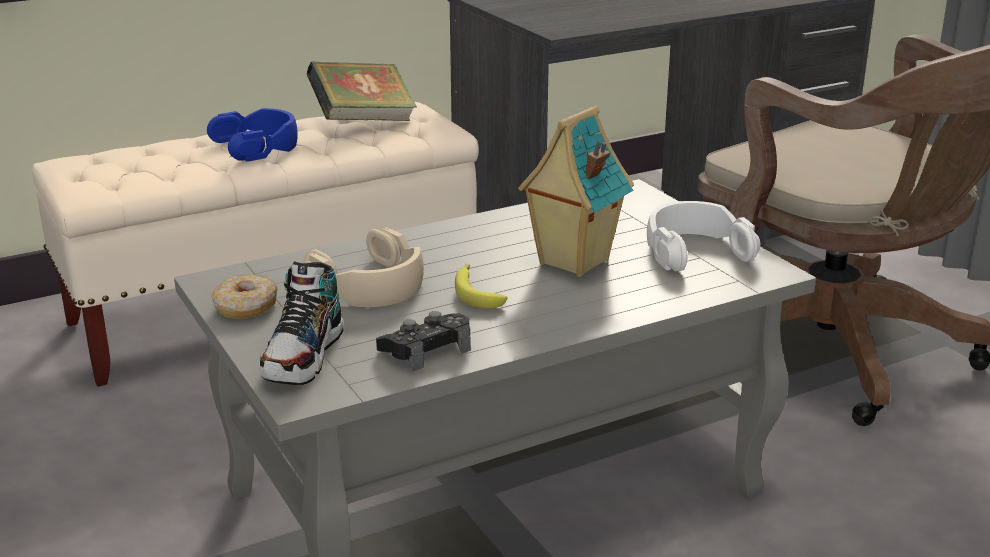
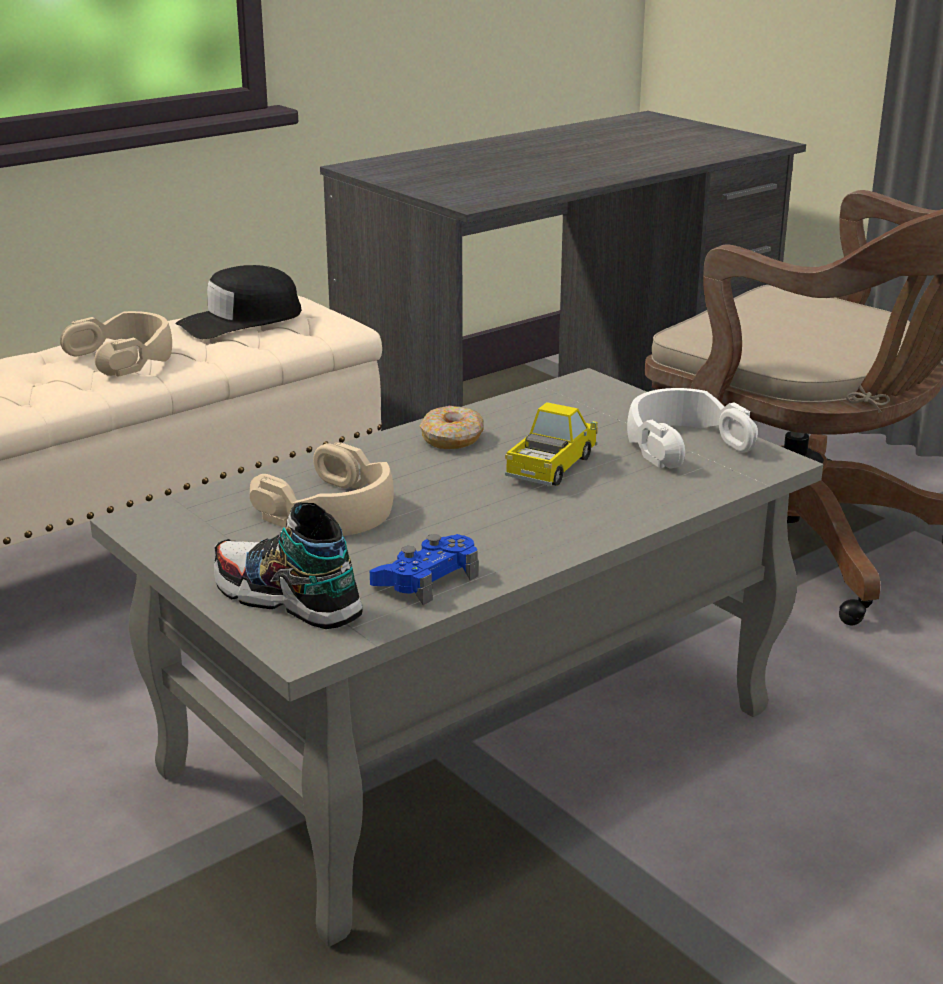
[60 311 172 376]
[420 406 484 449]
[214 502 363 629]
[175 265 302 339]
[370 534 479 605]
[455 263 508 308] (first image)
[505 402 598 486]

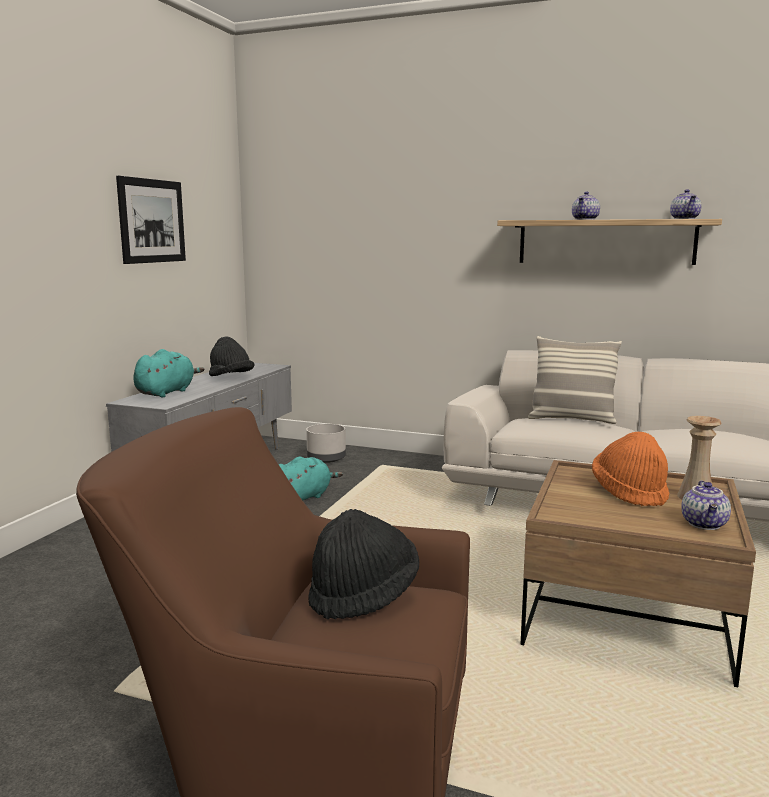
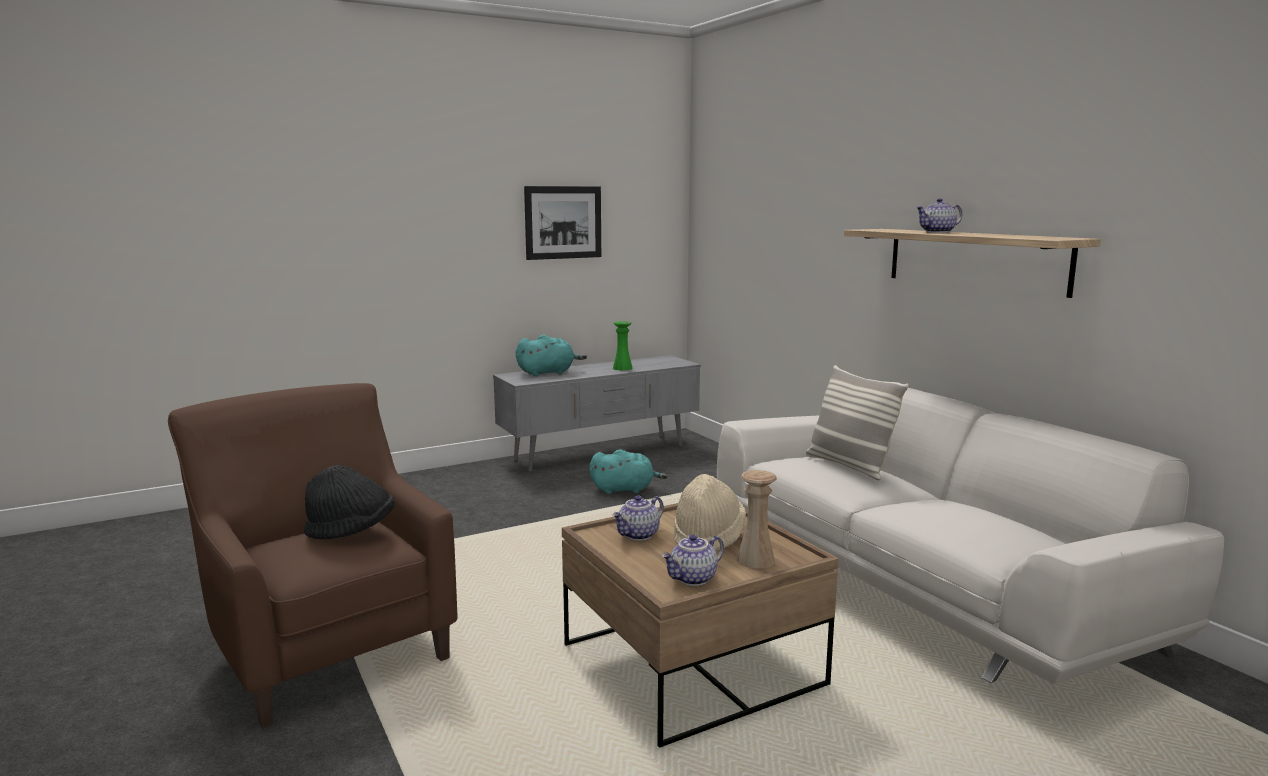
[613 321 633 370]
[306 424 346 463] (first image)
[674 474 746 551]
[612 495 664 541]

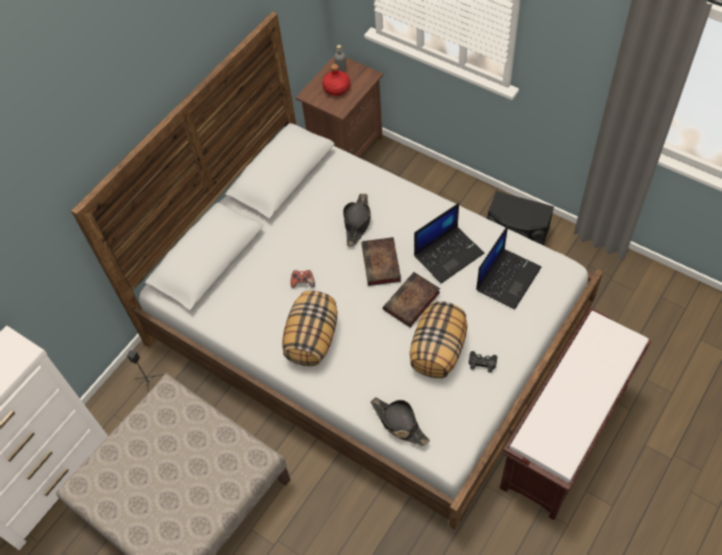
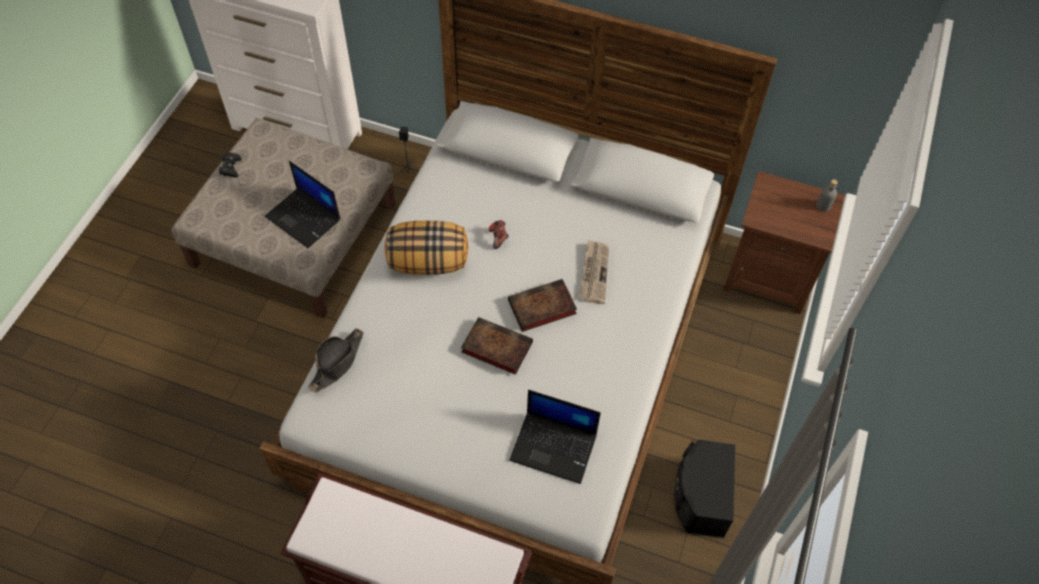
[322 64 350 96] (first image)
[580 240 609 304]
[410 301 467 378] (first image)
[265 161 341 248]
[219 152 241 178]

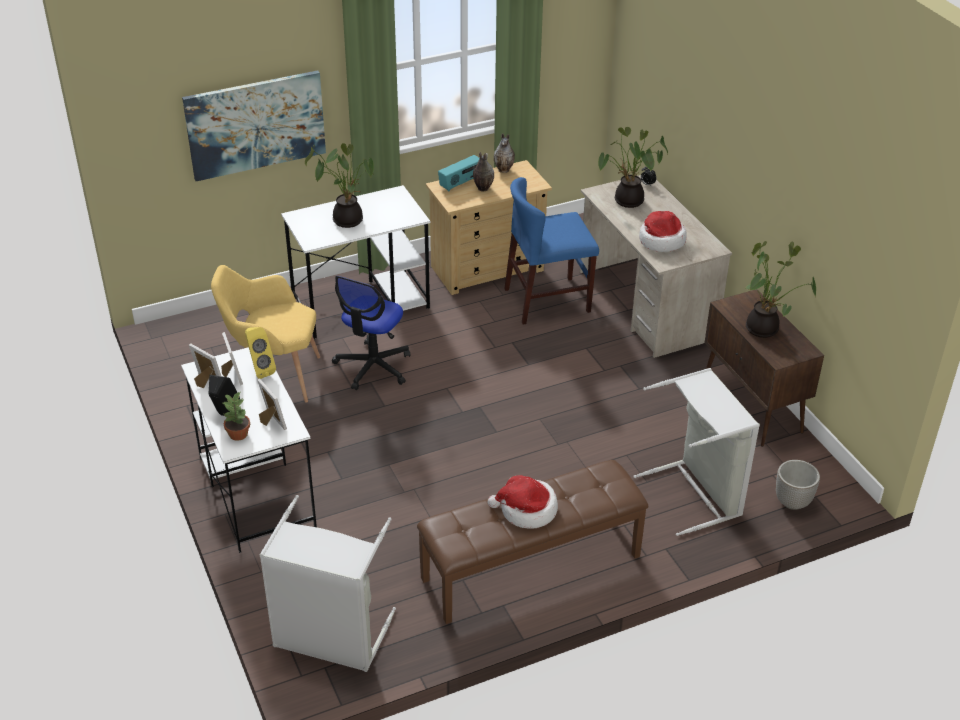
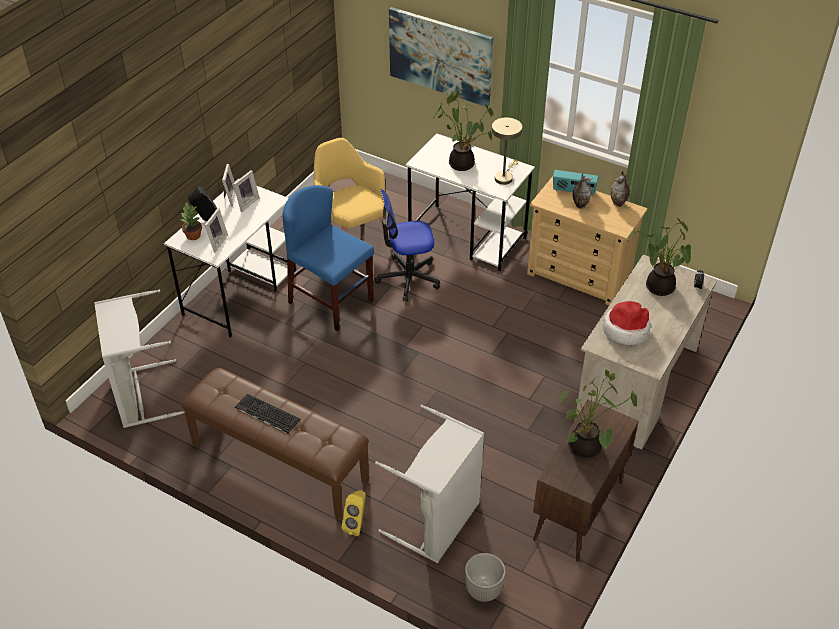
[342 490 366 536]
[235 393 301 434]
[283 185 374 331]
[492 117 522 185]

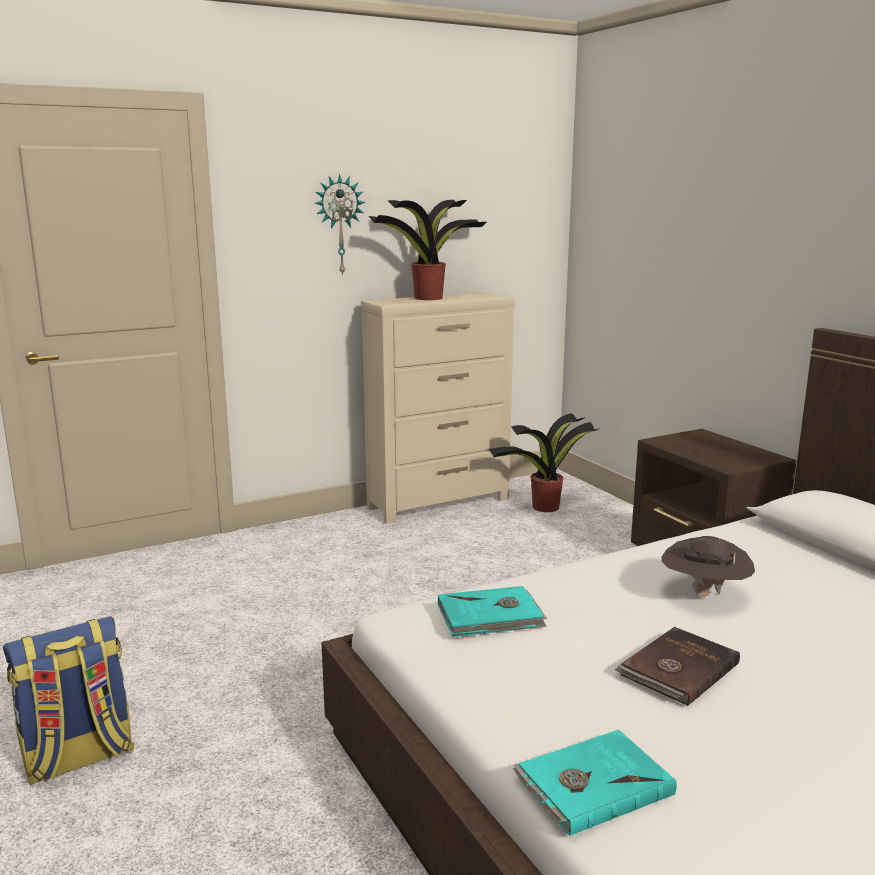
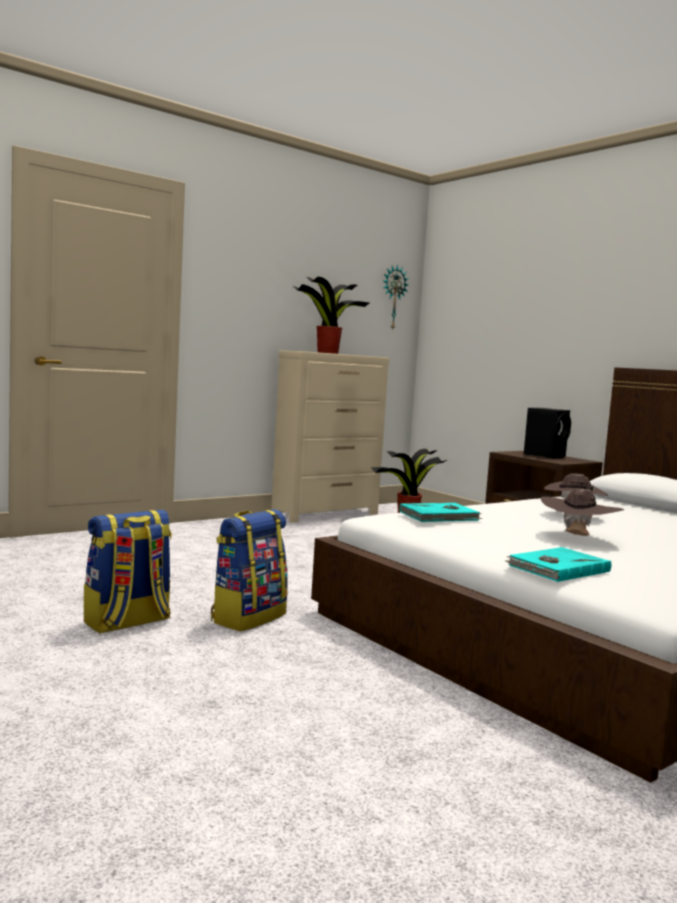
[383 264 408 329]
[541 488 624 536]
[211 509 288 631]
[524 408 571 458]

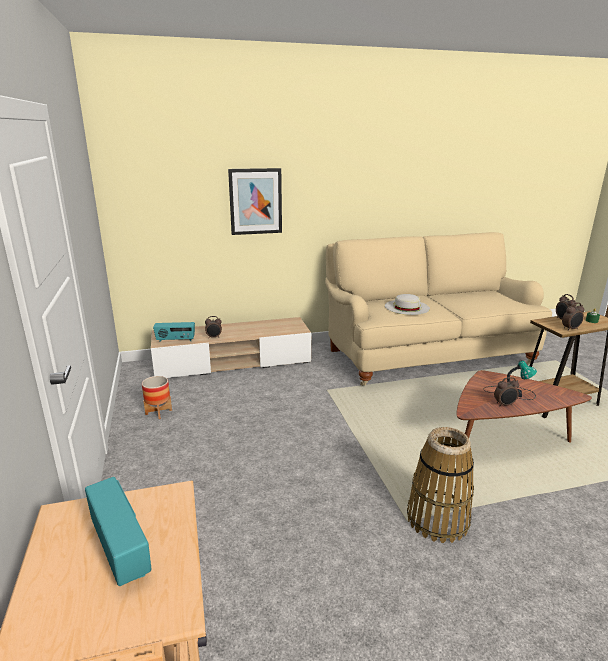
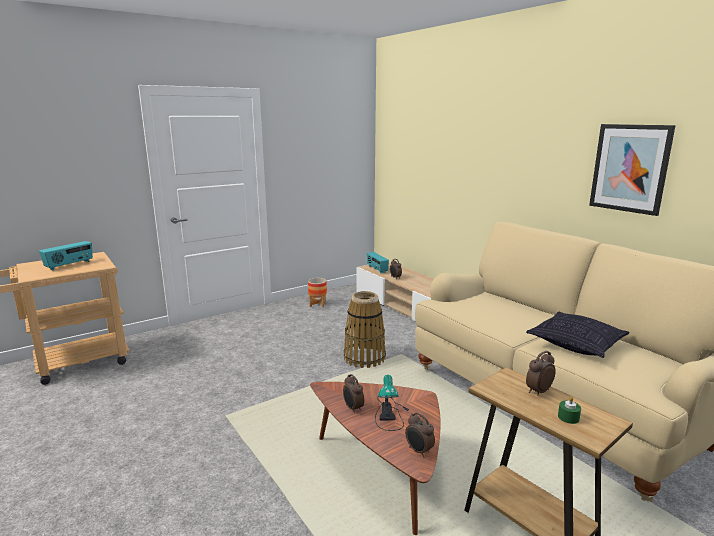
[589 124 676 216]
[385 294 430 315] (first image)
[344 291 386 368]
[405 412 435 457]
[526 312 630 358]

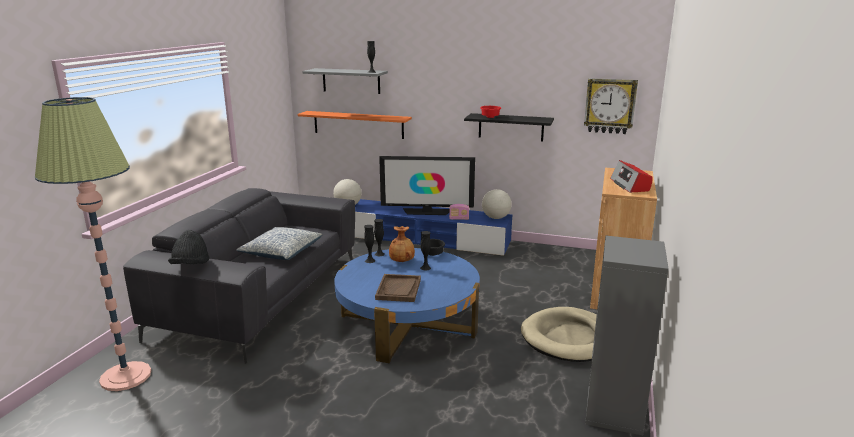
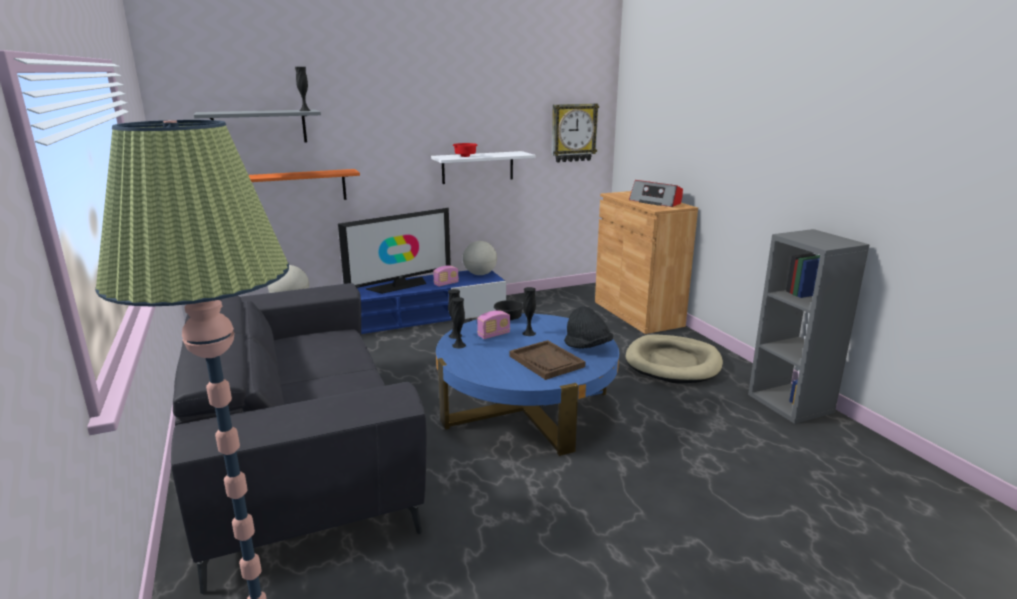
[565 306 613 349]
[236 227 323 260] (first image)
[477 310 510 339]
[431 151 536 184]

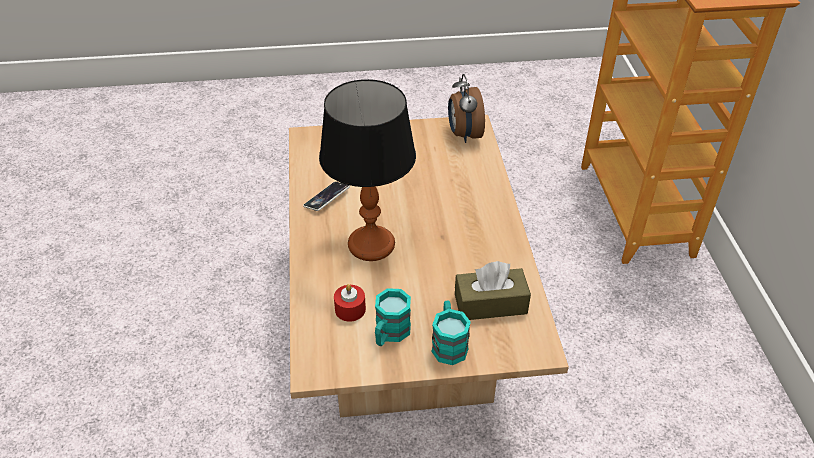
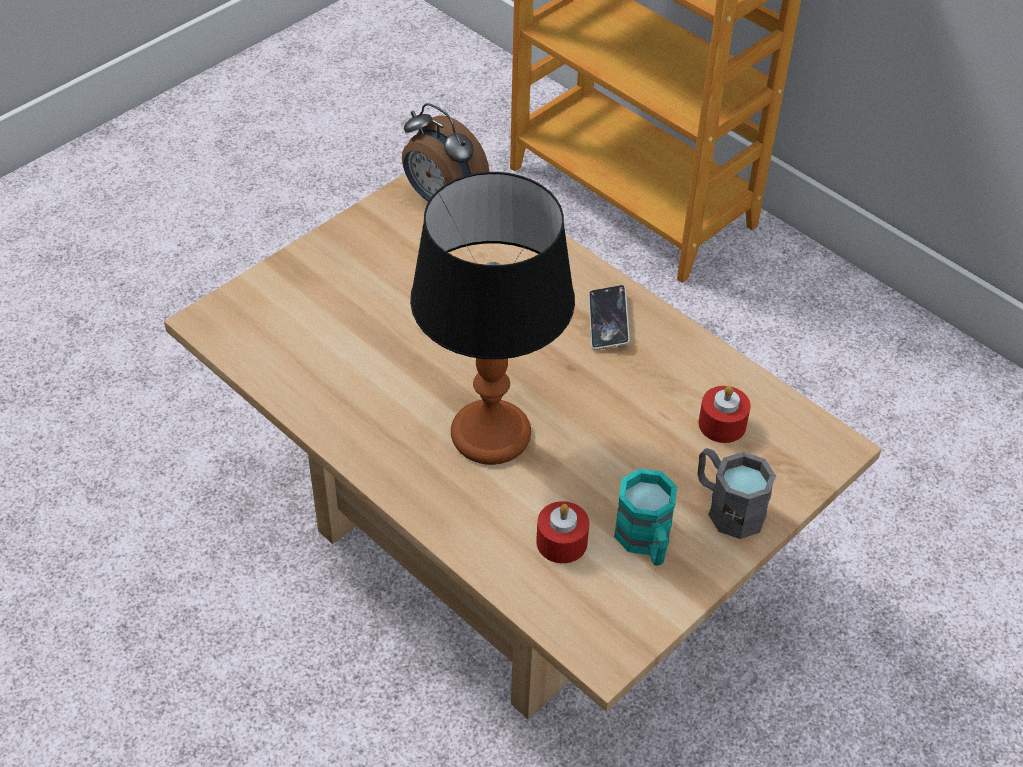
[589 285 630 350]
[698 448 776 539]
[699 386 751 443]

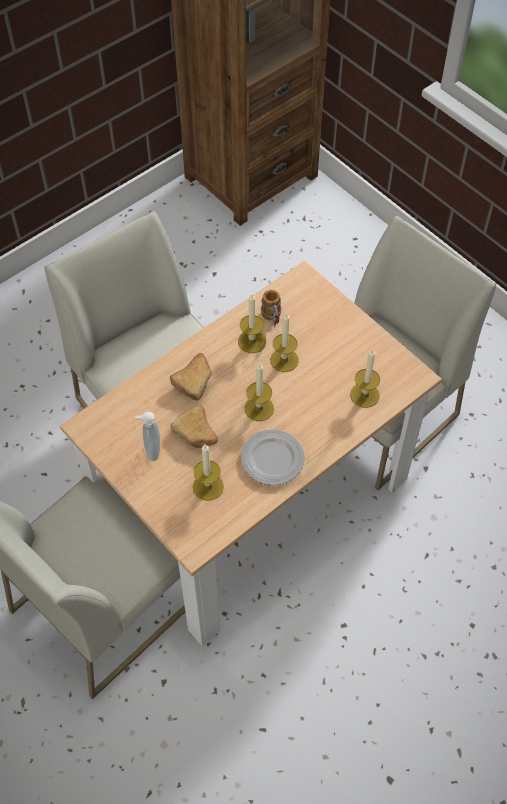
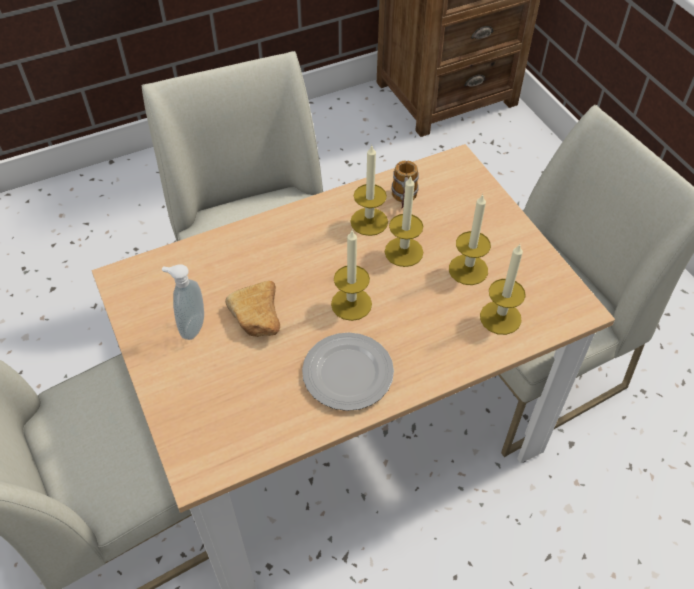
[170 353 212 401] (first image)
[449 195 491 285]

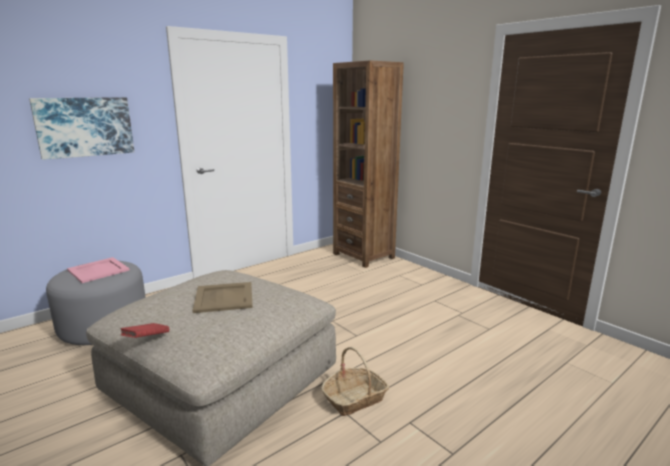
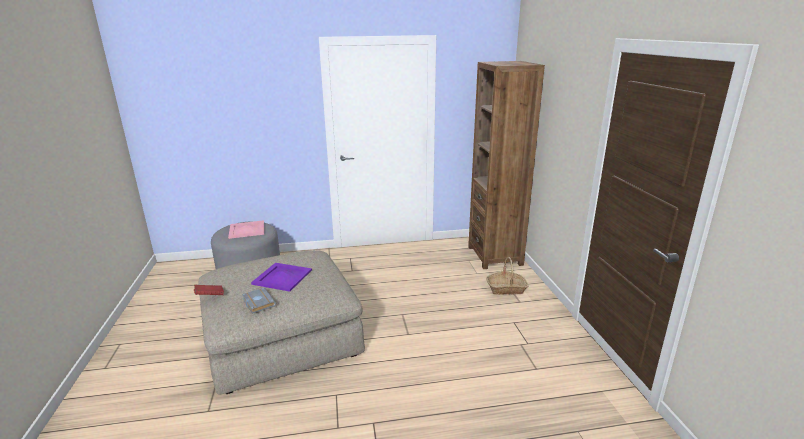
[29 97 134 160] (first image)
[251 263 312 292]
[486 257 528 295]
[242 288 276 314]

